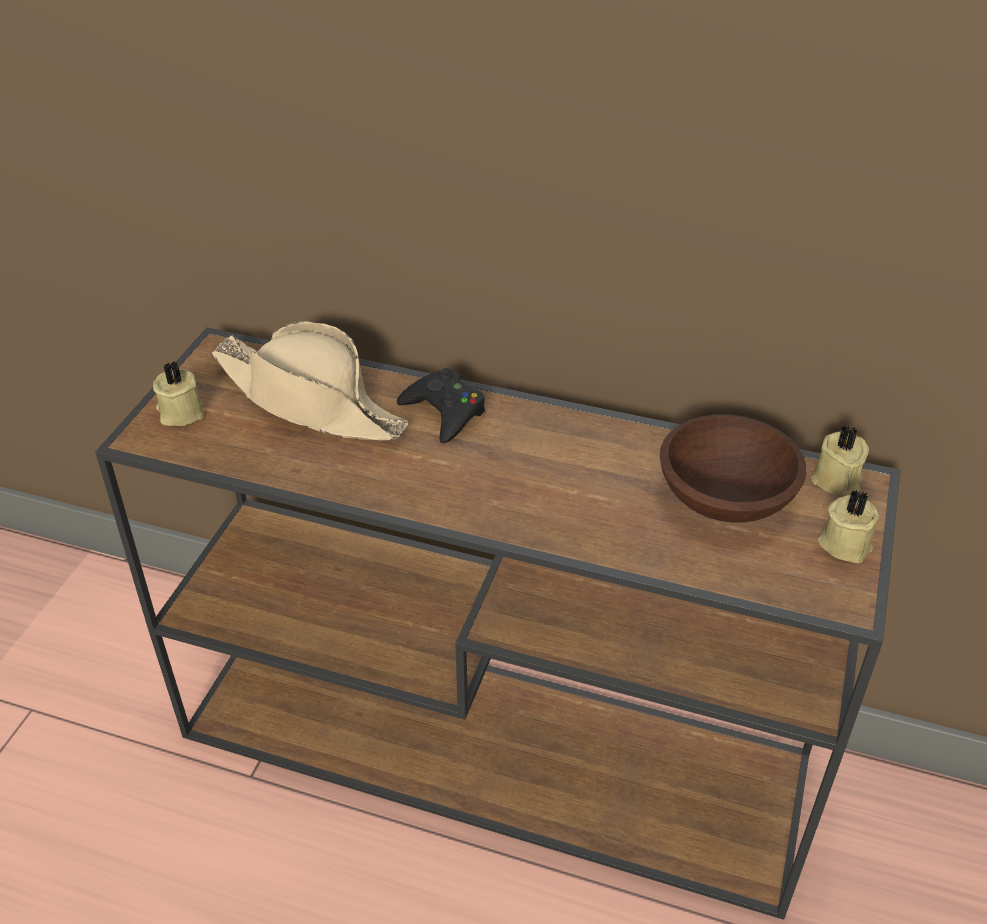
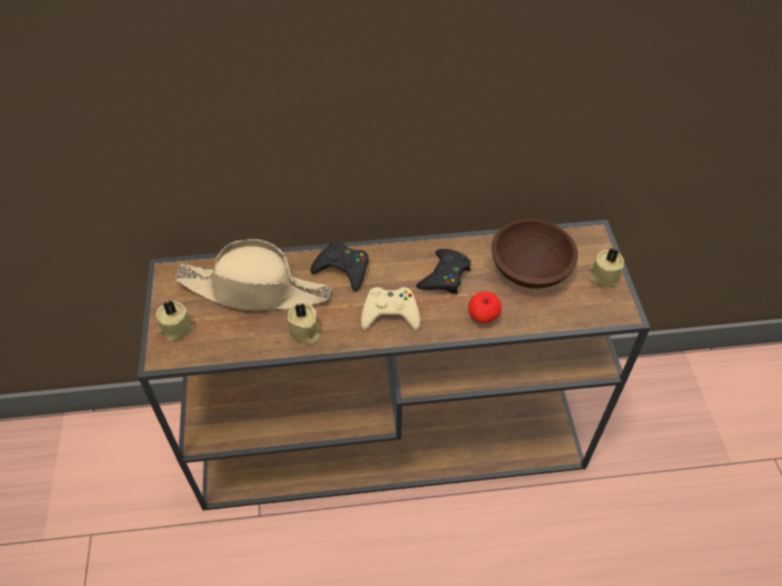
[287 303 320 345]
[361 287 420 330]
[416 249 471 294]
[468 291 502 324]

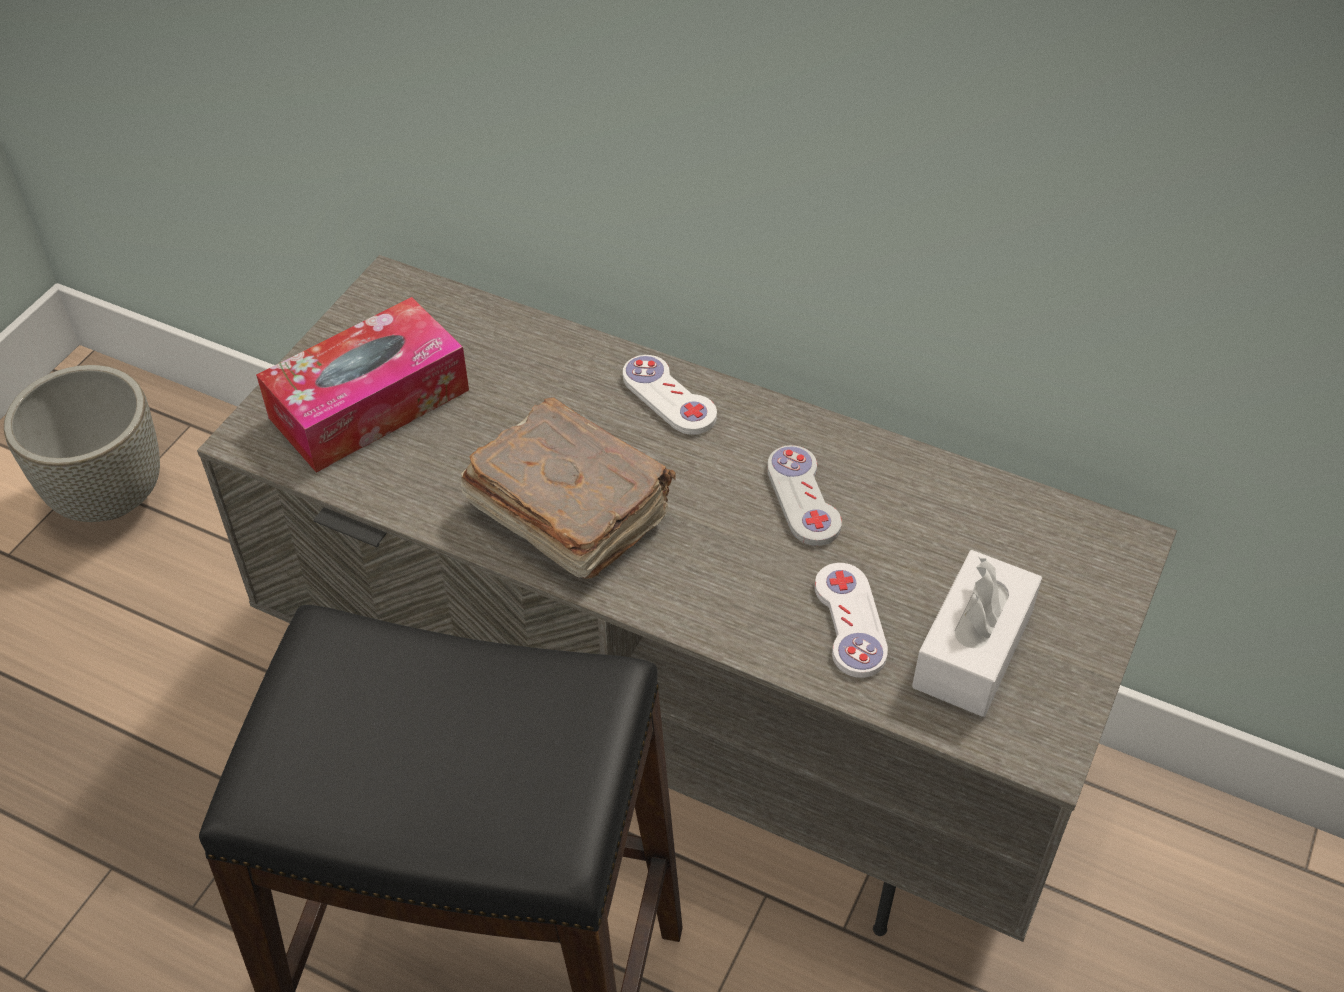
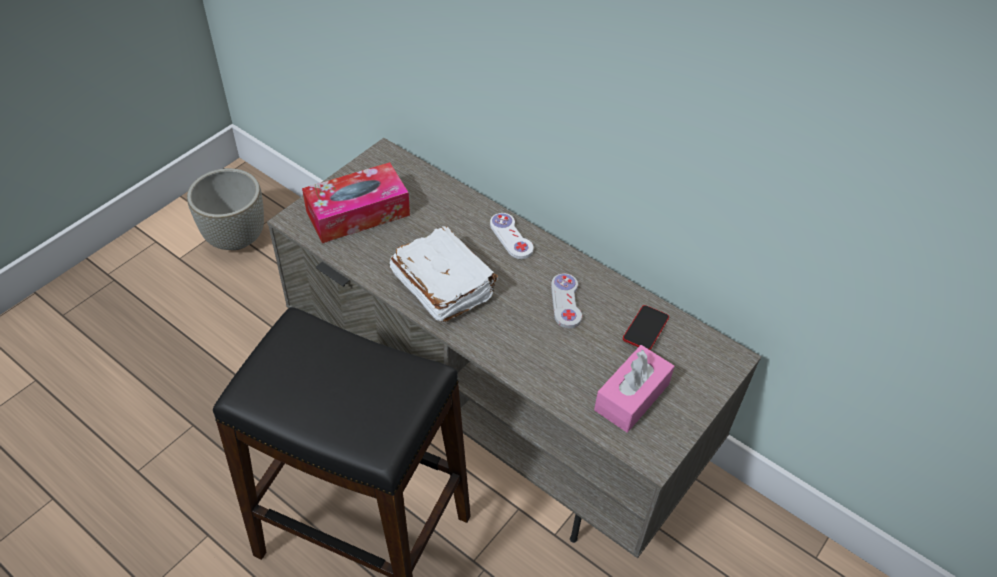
[390 226 498 322]
[815 563 888 678] (first image)
[594 345 675 432]
[623 305 669 350]

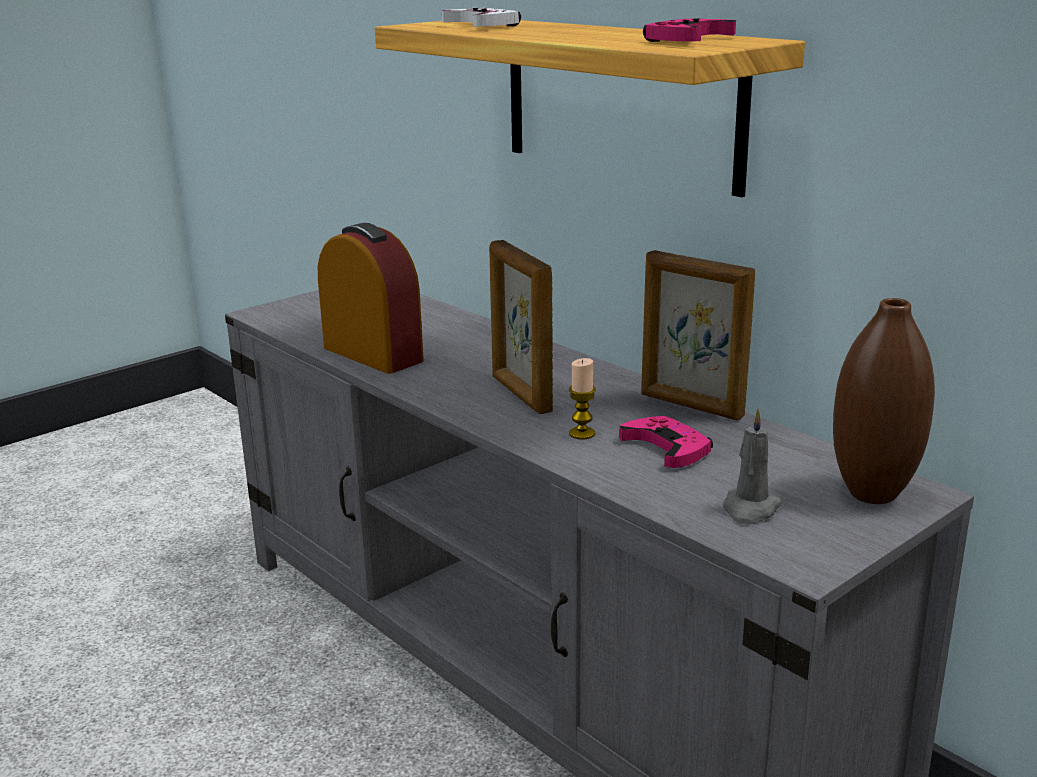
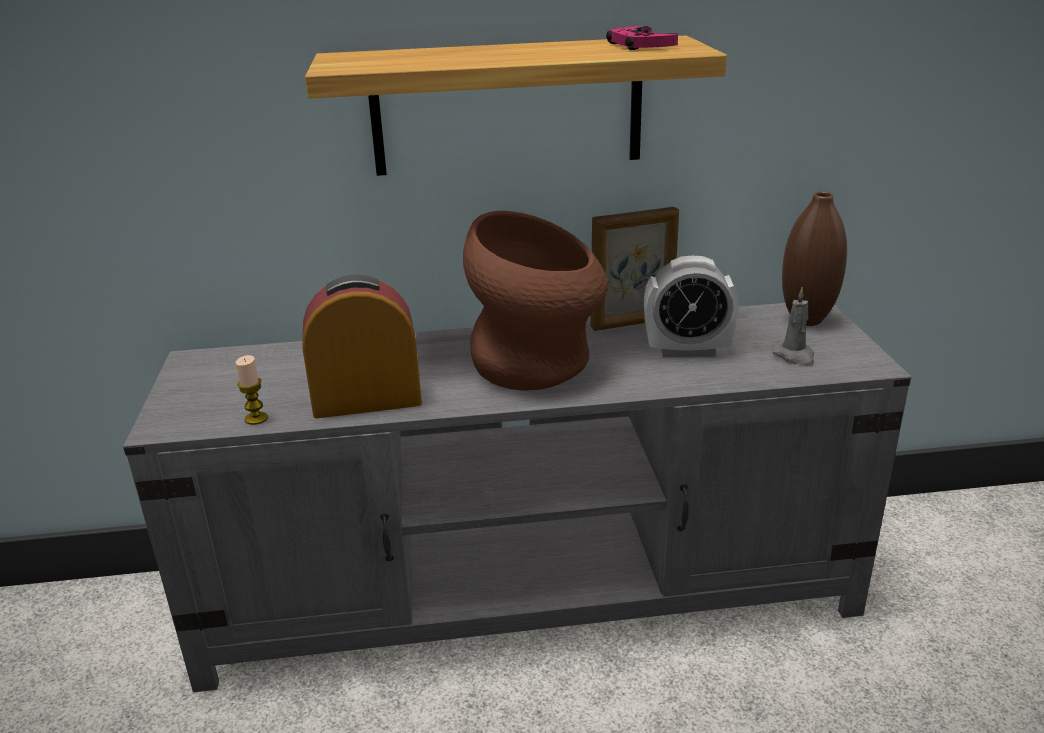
[442 7 521 27] (first image)
[463 211 608 391]
[236 355 268 425]
[644 256 739 357]

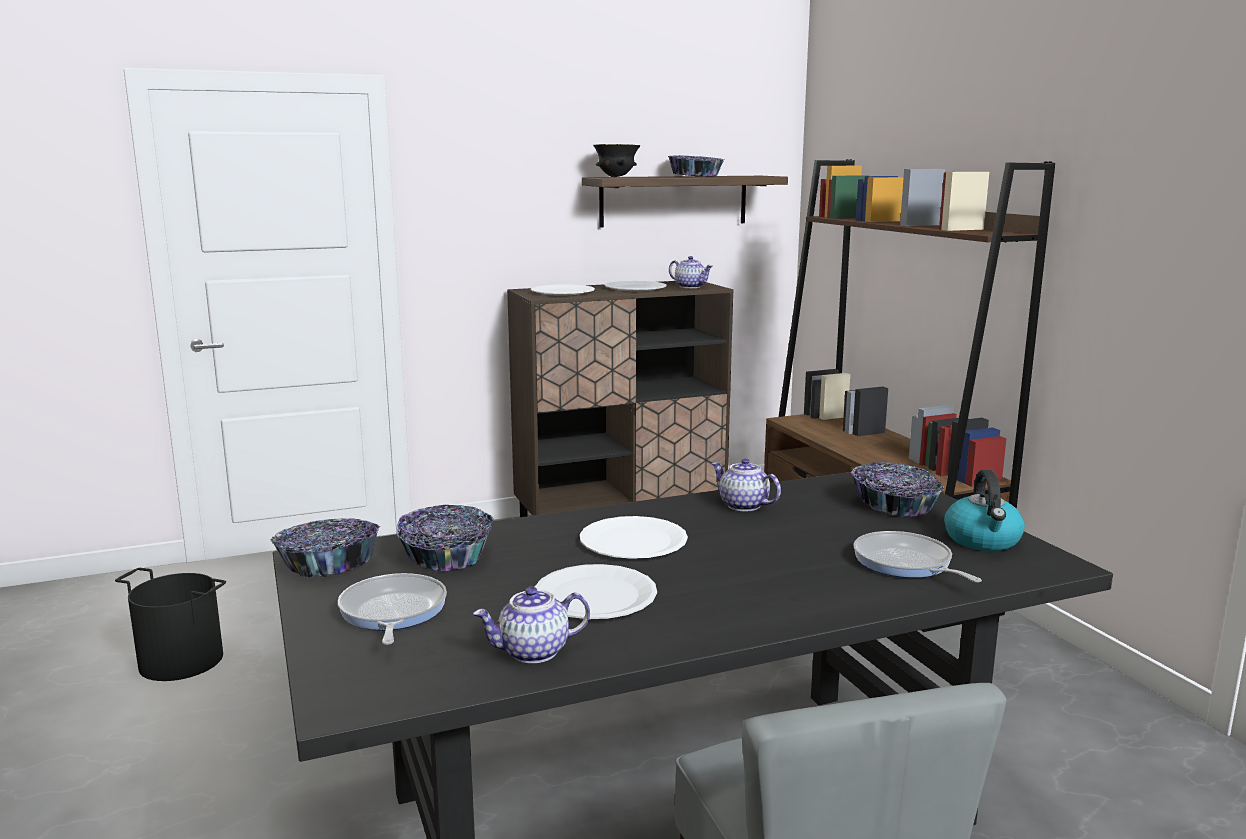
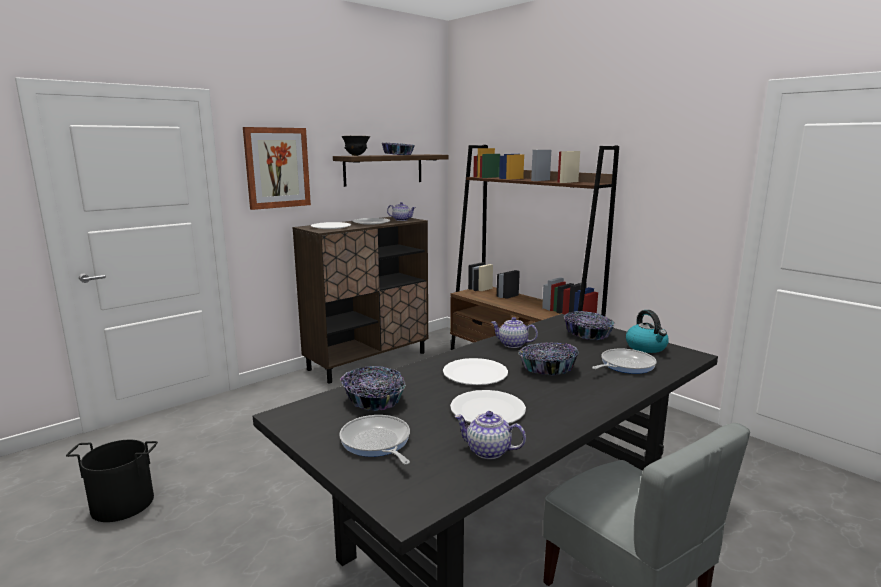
[519 343 579 375]
[454 411 526 459]
[592 349 657 374]
[243 127 311 210]

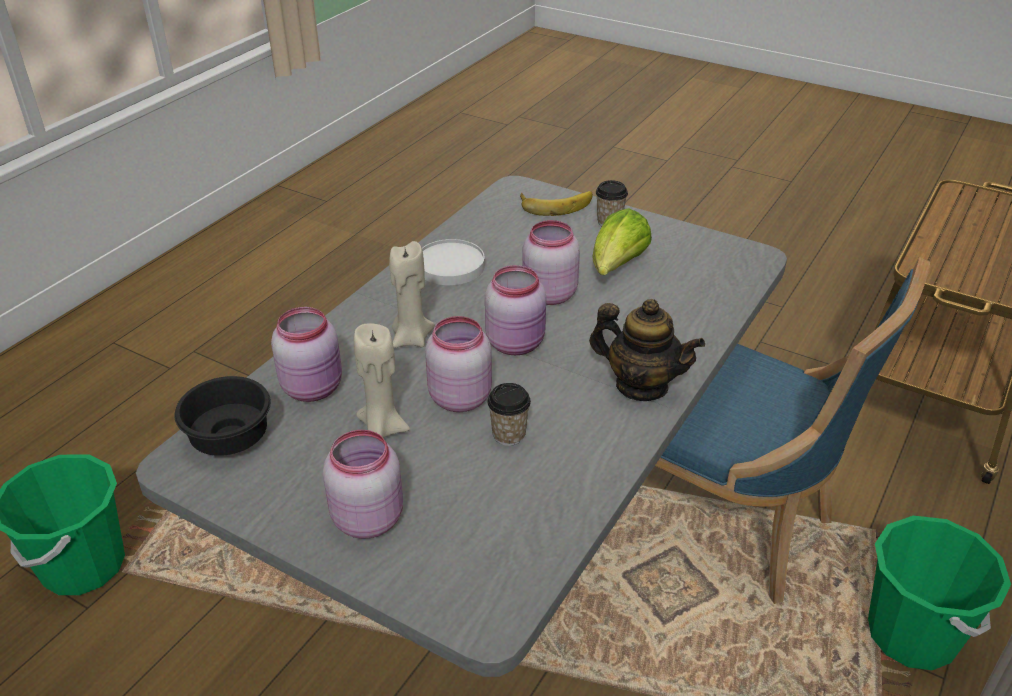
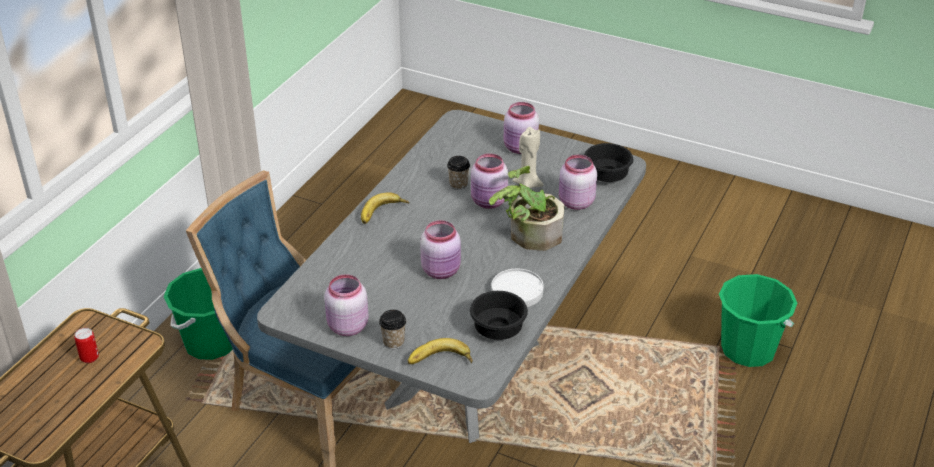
[489 166 565 251]
[324 274 368 336]
[361 192 409 224]
[593 208 652 275] (first image)
[74 328 99 363]
[470 291 528 340]

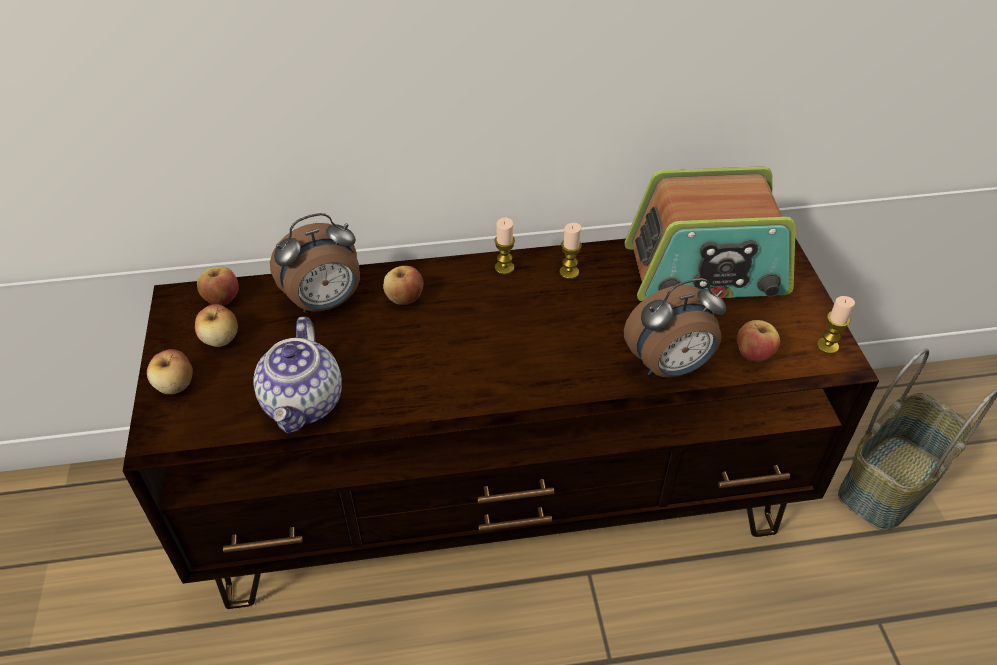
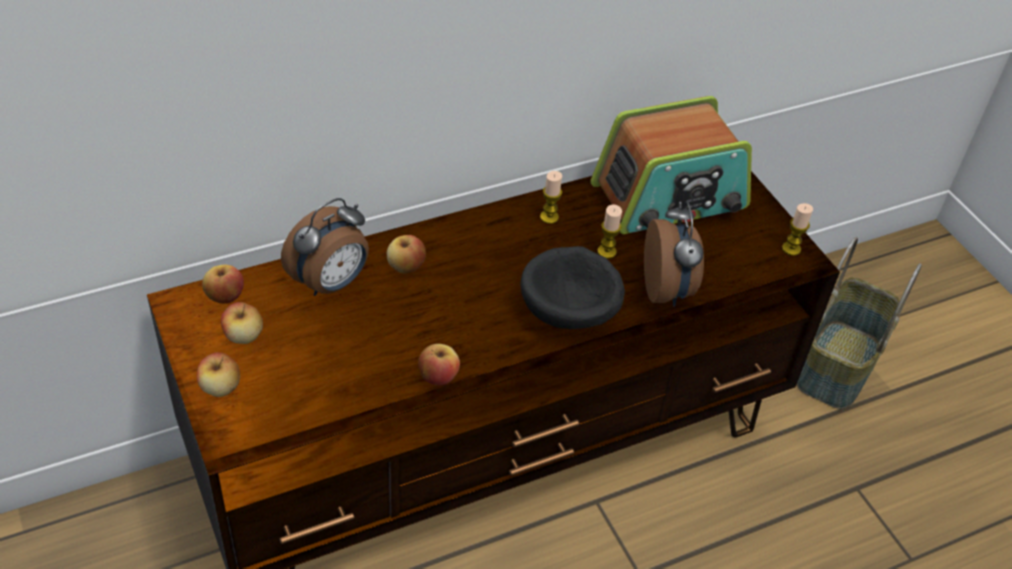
[254 317 342 433] (first image)
[597 205 622 259]
[644 201 704 306]
[418 344 460 385]
[520 246 625 329]

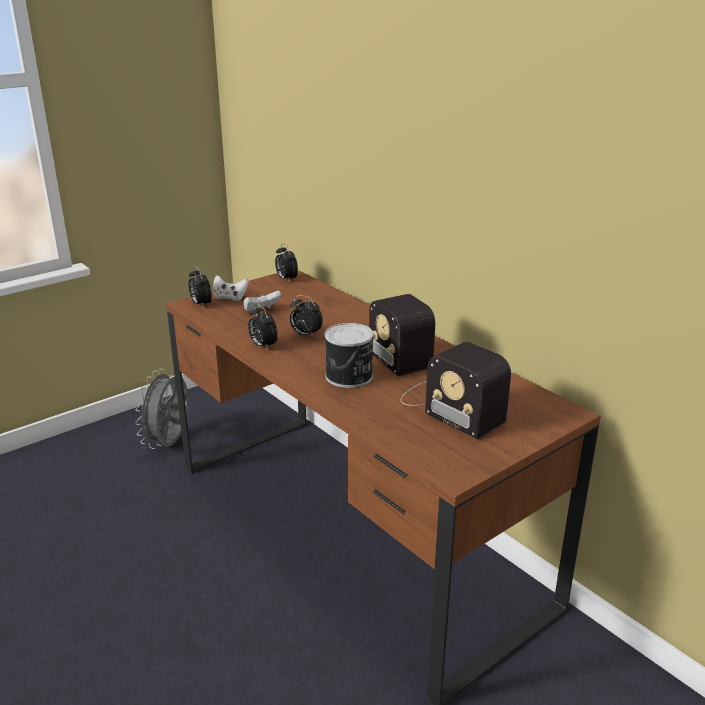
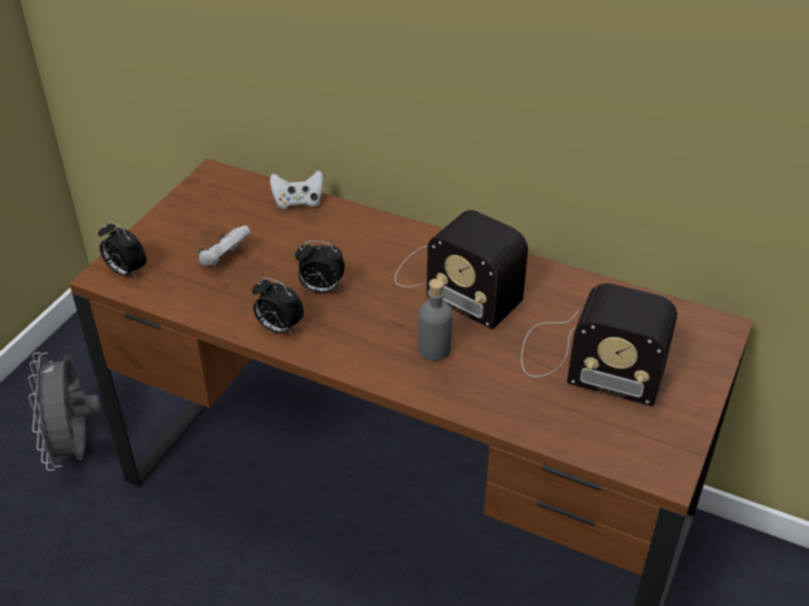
[270 170 323 209]
[275 244 298 282] (first image)
[418 278 453 361]

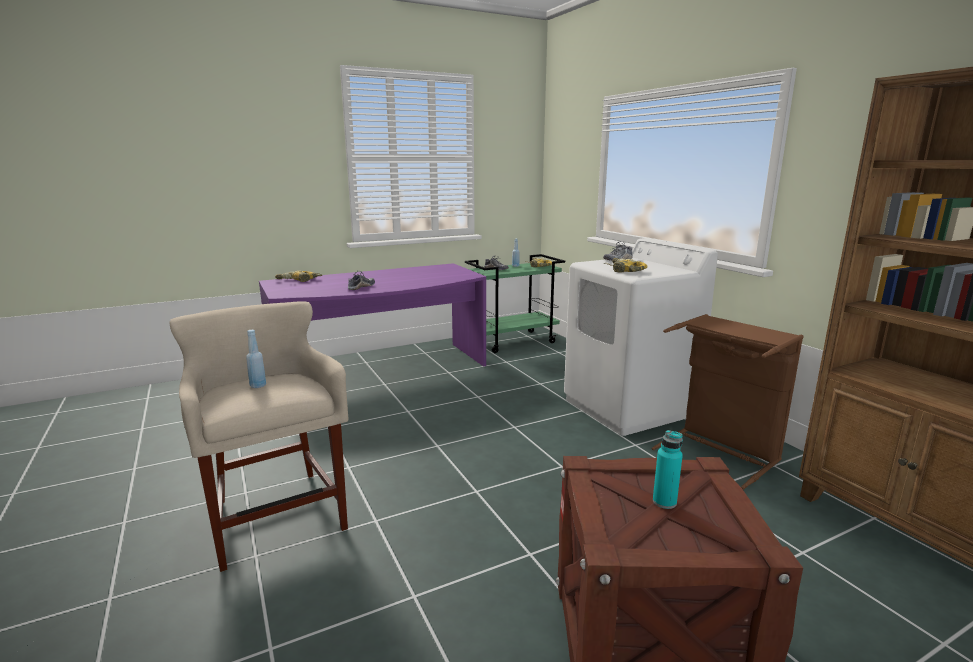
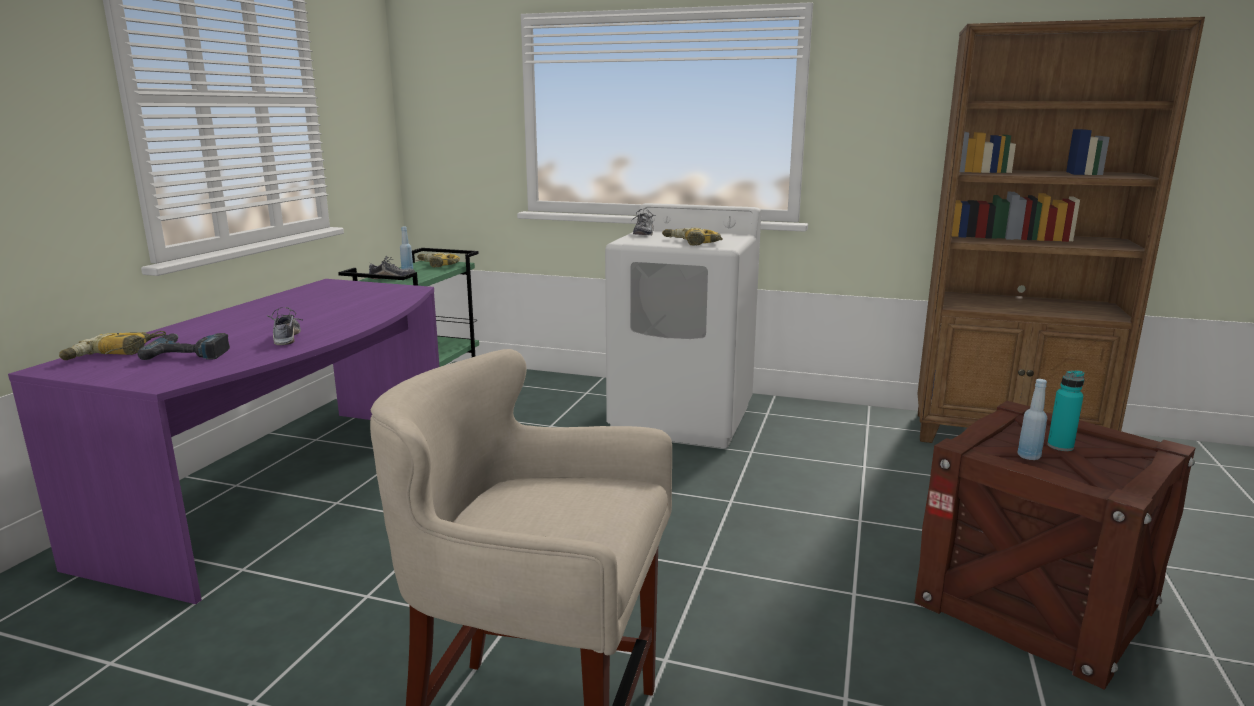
[1017 379 1047 460]
[652 314 804 489] (first image)
[138 333 230 360]

